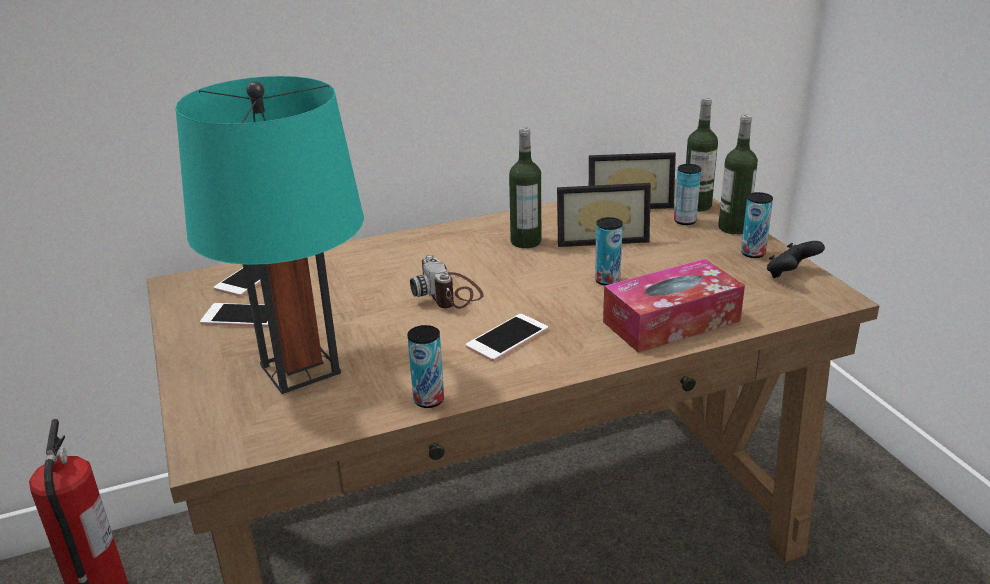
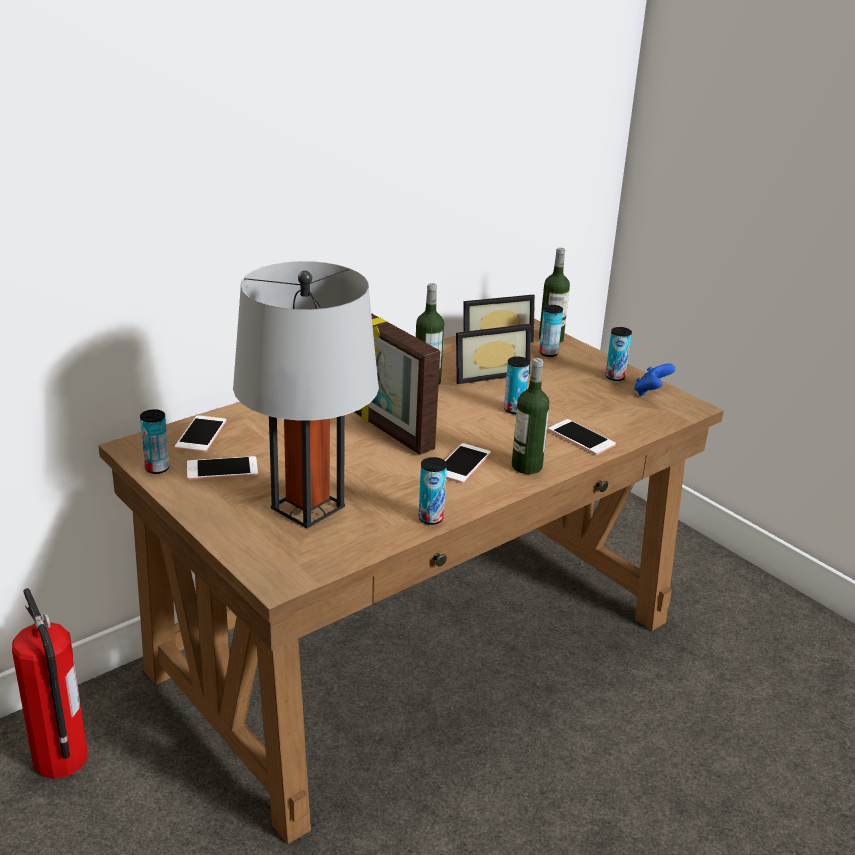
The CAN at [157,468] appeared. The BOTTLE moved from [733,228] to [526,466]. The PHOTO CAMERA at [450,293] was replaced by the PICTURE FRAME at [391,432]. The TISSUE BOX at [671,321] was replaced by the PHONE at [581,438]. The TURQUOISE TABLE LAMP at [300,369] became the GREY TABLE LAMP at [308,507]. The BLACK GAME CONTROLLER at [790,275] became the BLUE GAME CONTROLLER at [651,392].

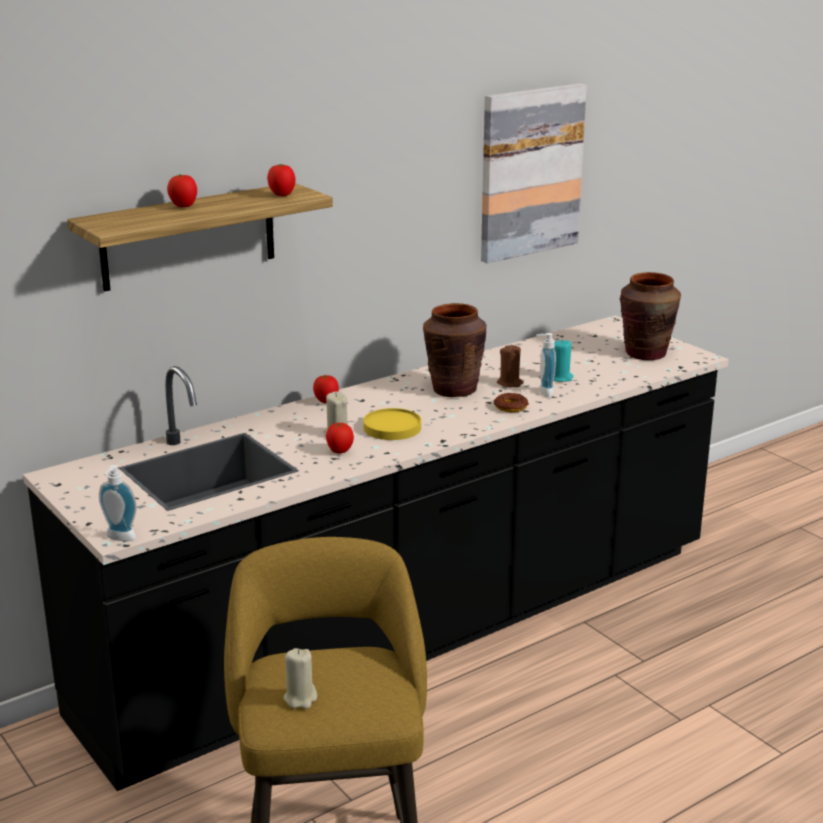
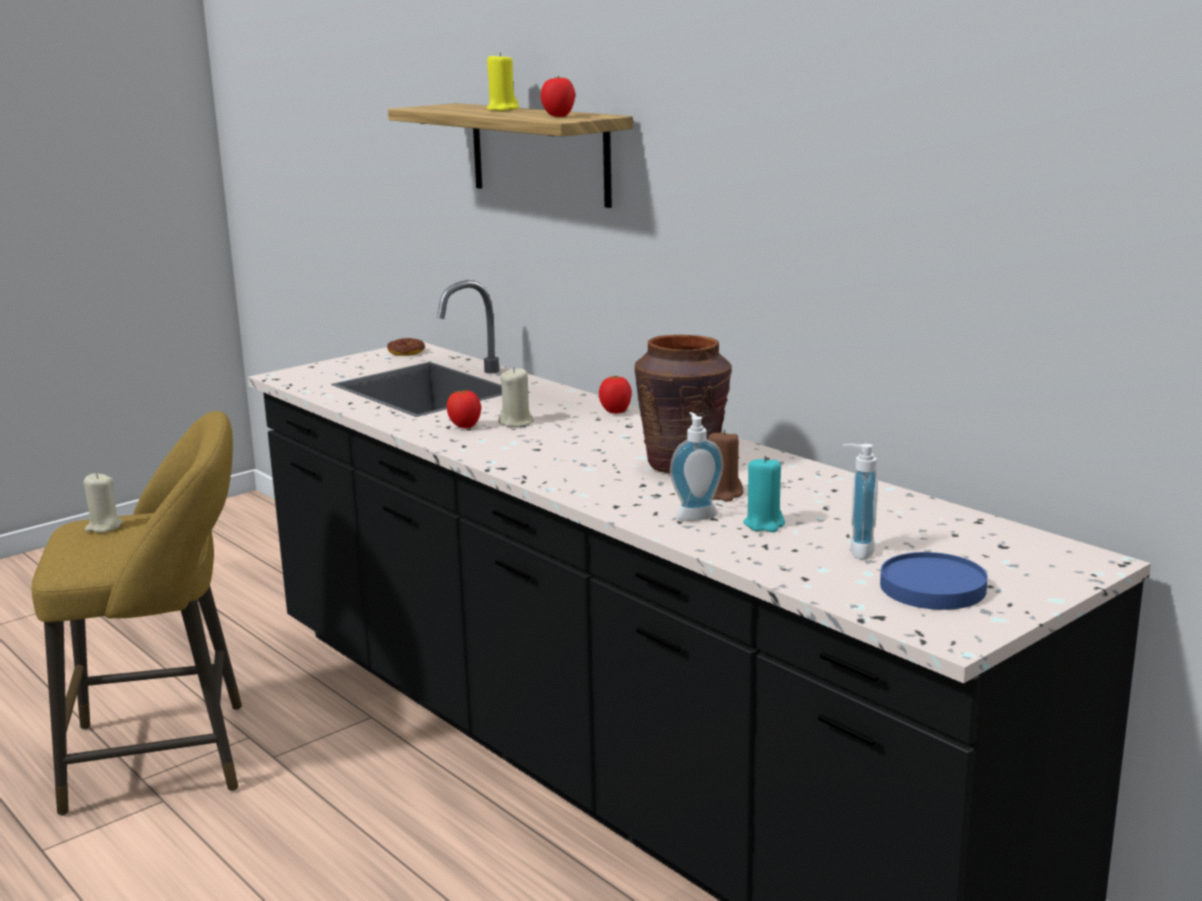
The YELLOW PLATE at [391,428] disappeared. The PICTURE at [530,172] disappeared. The SOAP DISPENSER moved from [119,538] to [856,550]. The DONUT moved from [511,407] to [406,352]. The TOMATO at [183,206] was replaced by the YELLOW CANDLE at [502,109]. The BROWN VASE at [645,353] was replaced by the BLUE PLATE at [933,587].

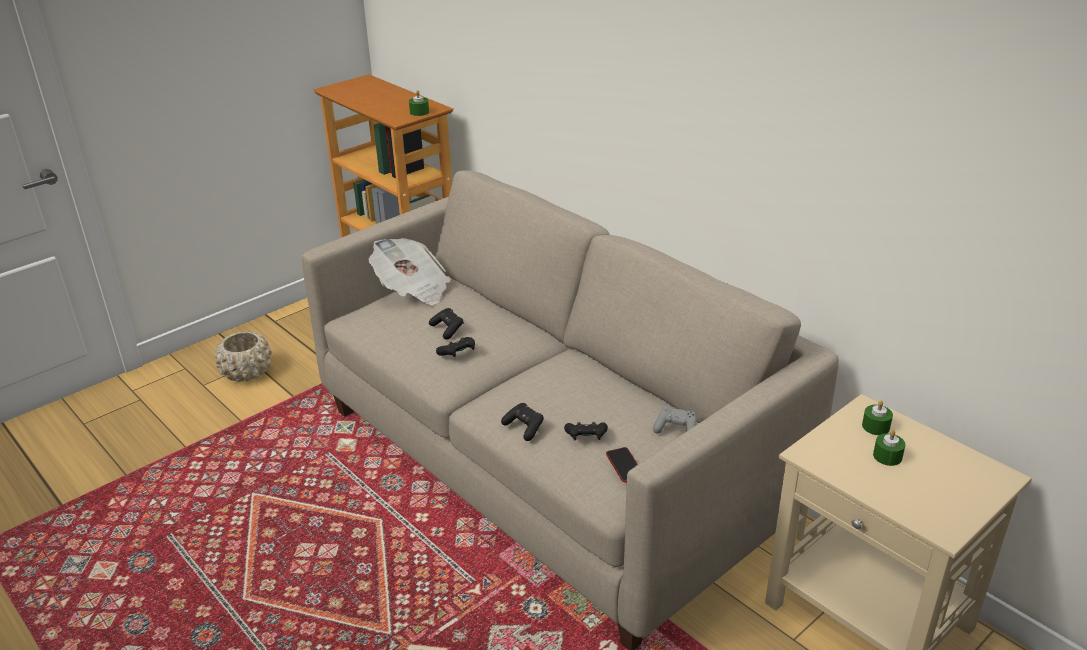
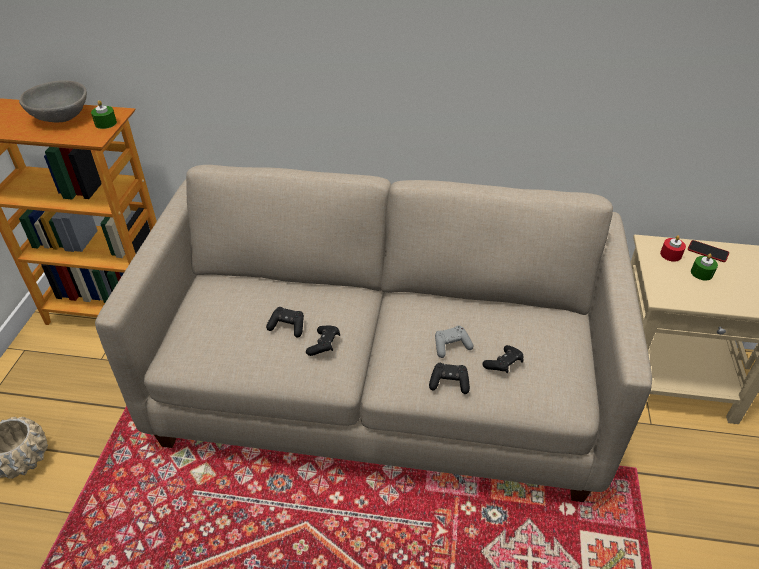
The NEWSPAPER at [412,289] disappeared. The GREY BOWL at [61,117] appeared. The PHONE moved from [624,465] to [707,251]. The GREY GAME CONTROLLER moved from [676,429] to [451,346]. The GREEN CANDLE at [875,426] became the RED CANDLE at [671,254].

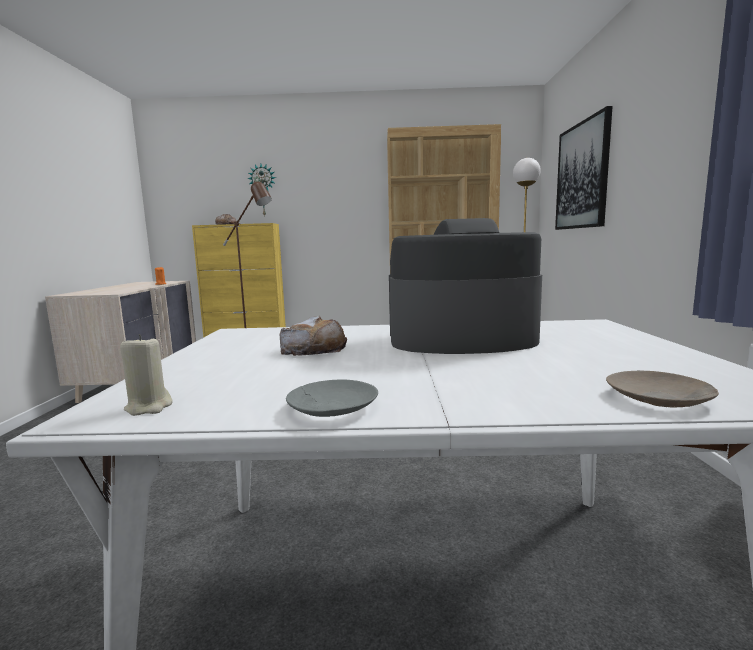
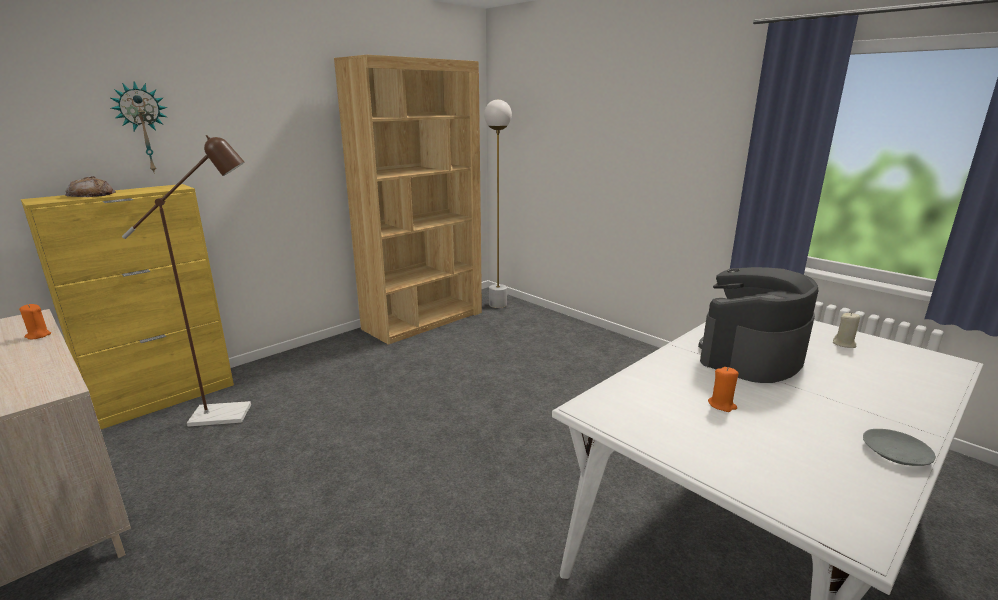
The PICTURE at [582,176] disappeared. The BEIGE PLATE at [659,398] disappeared. The BEIGE CANDLE moved from [149,407] to [844,344]. The BREAD at [314,349] was replaced by the ORANGE CANDLE at [722,405].

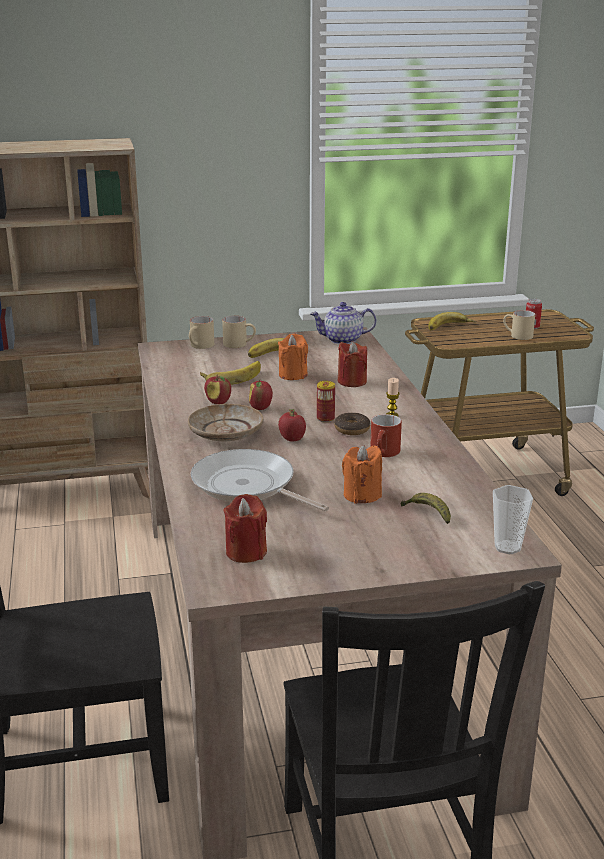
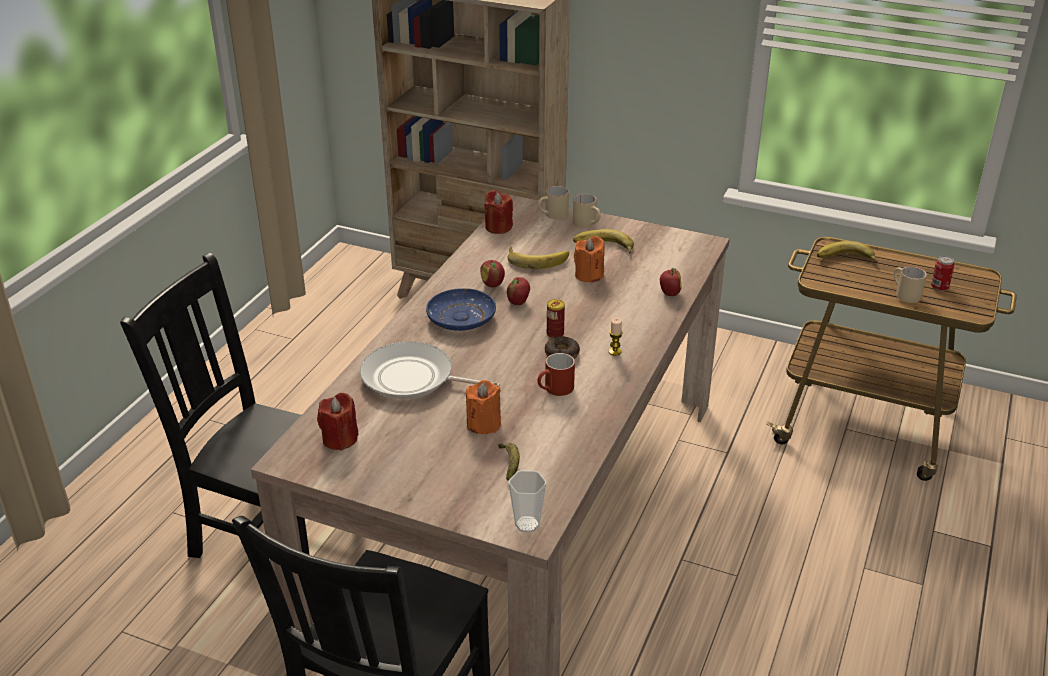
The TEAPOT at [342,340] disappeared. The APPLE moved from [291,440] to [669,294]. The RED CANDLE moved from [352,381] to [498,227]. The BEIGE PLATE at [225,432] became the BLUE PLATE at [461,318]. The FRYING PAN at [247,486] turned 60 degrees counterclockwise.

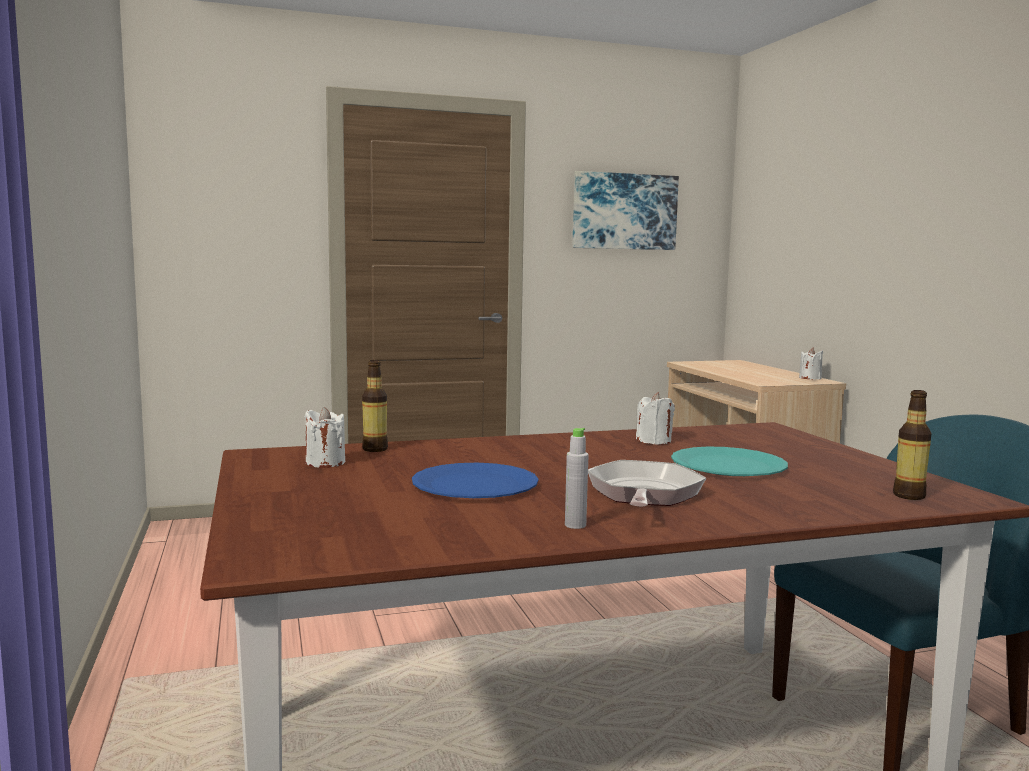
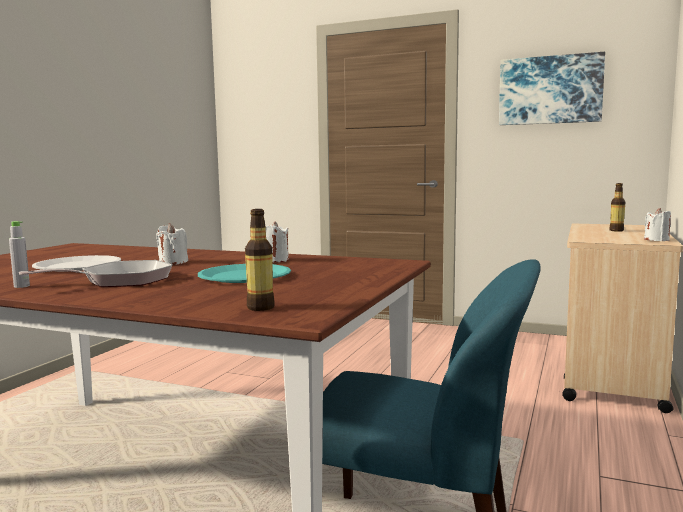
The WHITE CANDLE moved from [325,463] to [173,262]. The BOTTLE moved from [375,449] to [616,230]. The BLUE PLATE at [474,485] became the WHITE PLATE at [77,266].

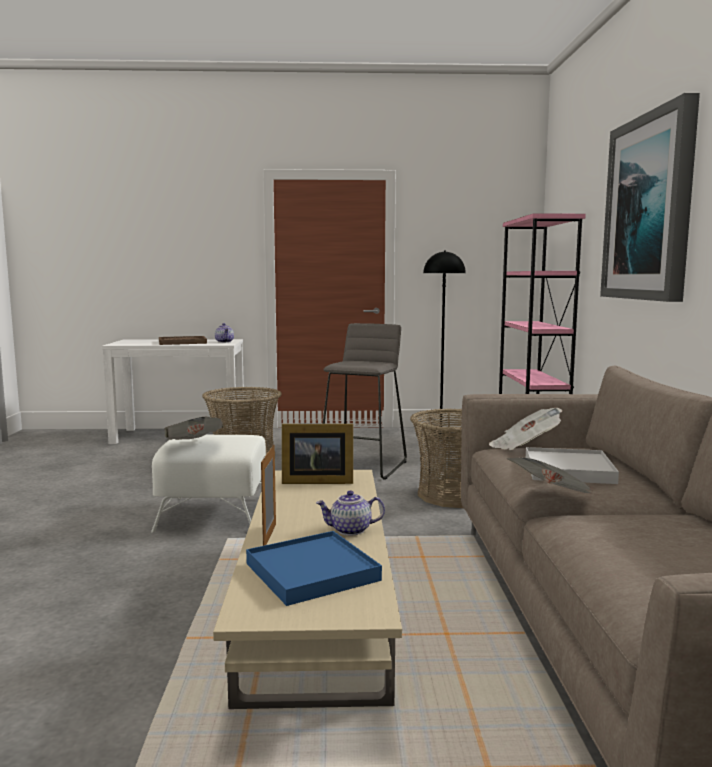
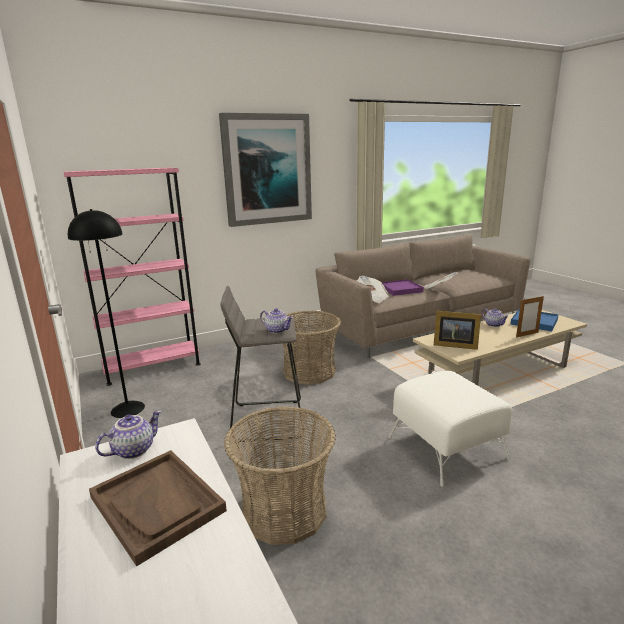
The NEWSPAPER at [194,445] disappeared. The TEAPOT at [277,330] appeared. The WHITE TRAY at [568,470] became the PURPLE TRAY at [400,289]. The PICTURE FRAME at [315,481] turned 135 degrees clockwise.

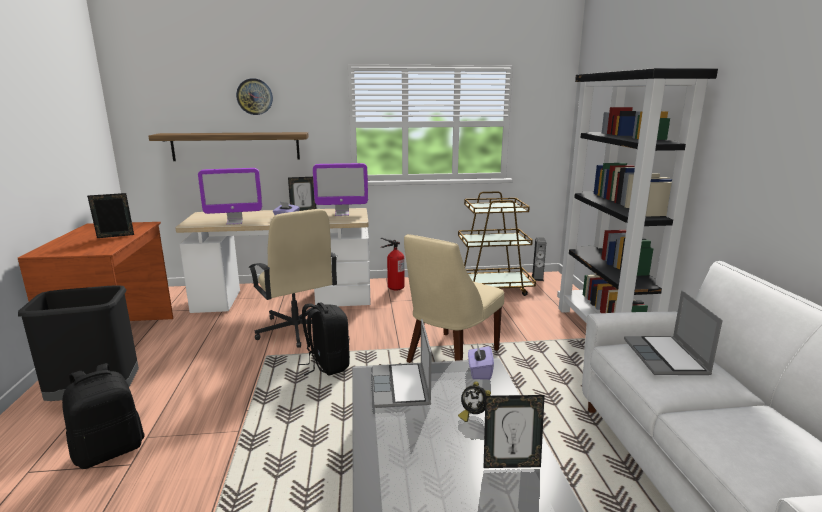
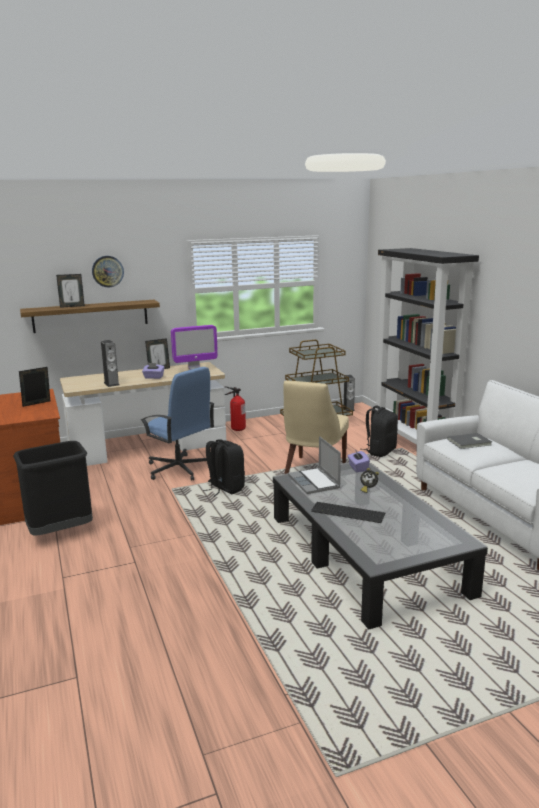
The KEYBOARD at [348,513] appeared. The BLACK BACKPACK moved from [110,450] to [380,451]. The PICTURE FRAME moved from [511,464] to [72,306]. The MONITOR at [234,222] was replaced by the SPEAKER at [111,384]. The LAPTOP at [666,358] was replaced by the GREY BOOK at [470,442]. The BEIGE OFFICE CHAIR at [296,330] became the BLUE OFFICE CHAIR at [179,469].

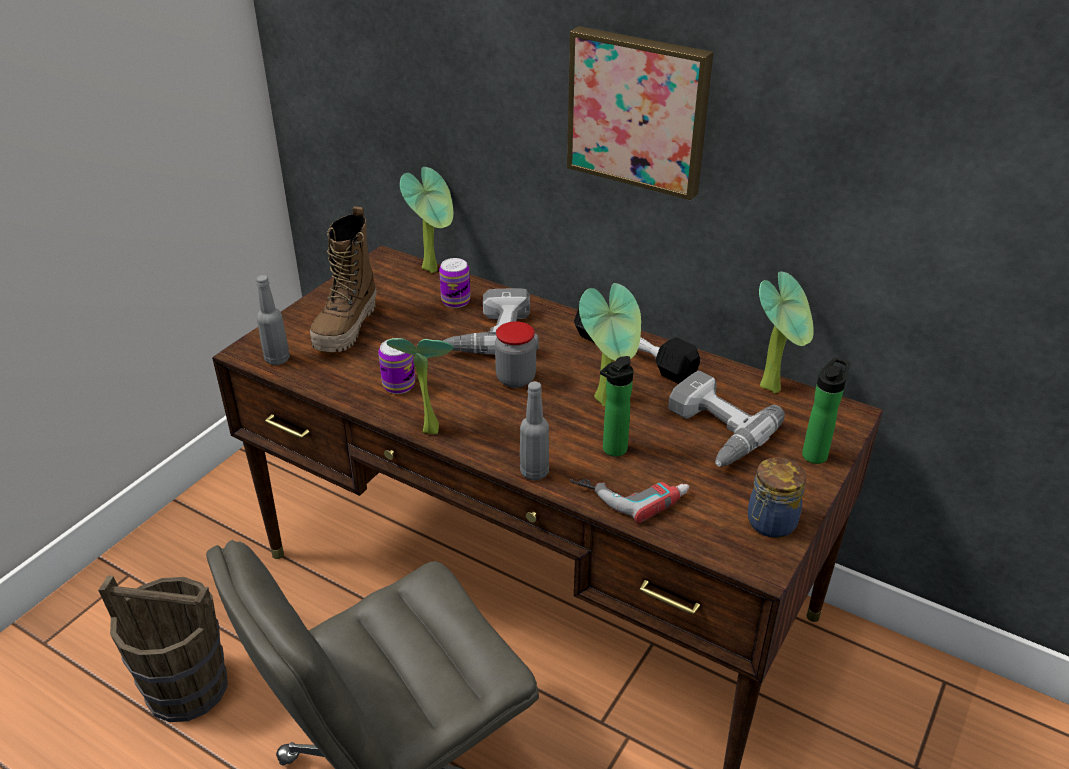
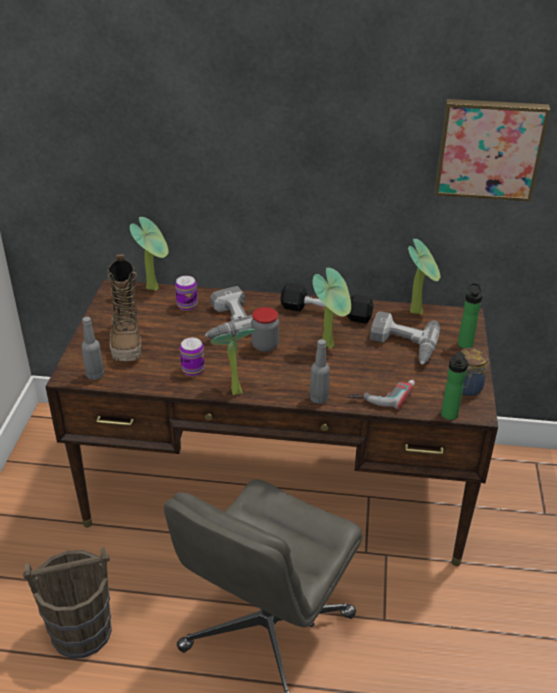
The PICTURE moved from [639,110] to [489,149]. The BOTTLE moved from [612,451] to [449,416].

